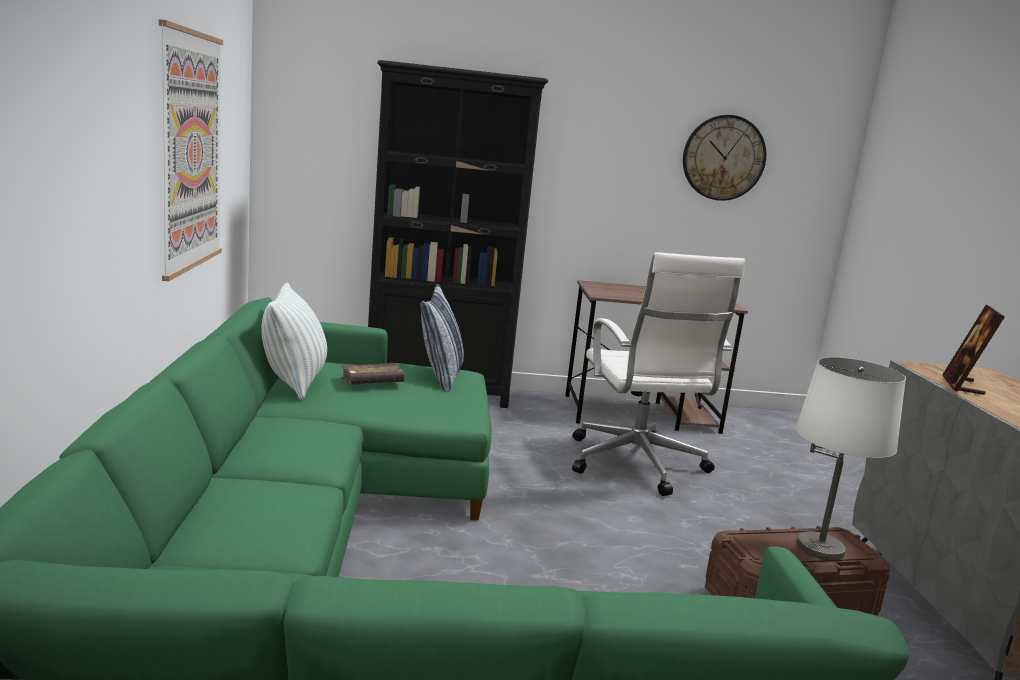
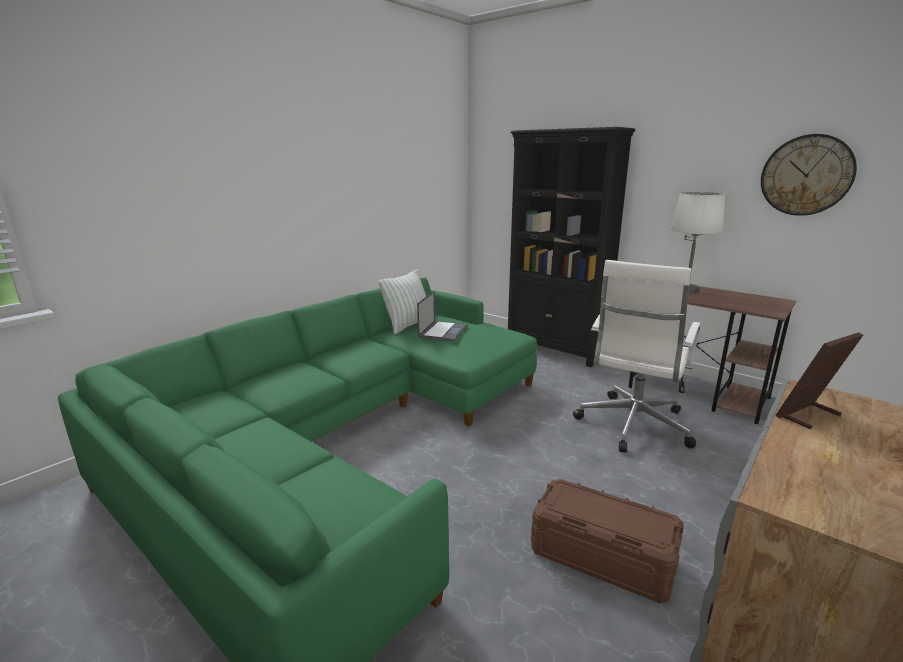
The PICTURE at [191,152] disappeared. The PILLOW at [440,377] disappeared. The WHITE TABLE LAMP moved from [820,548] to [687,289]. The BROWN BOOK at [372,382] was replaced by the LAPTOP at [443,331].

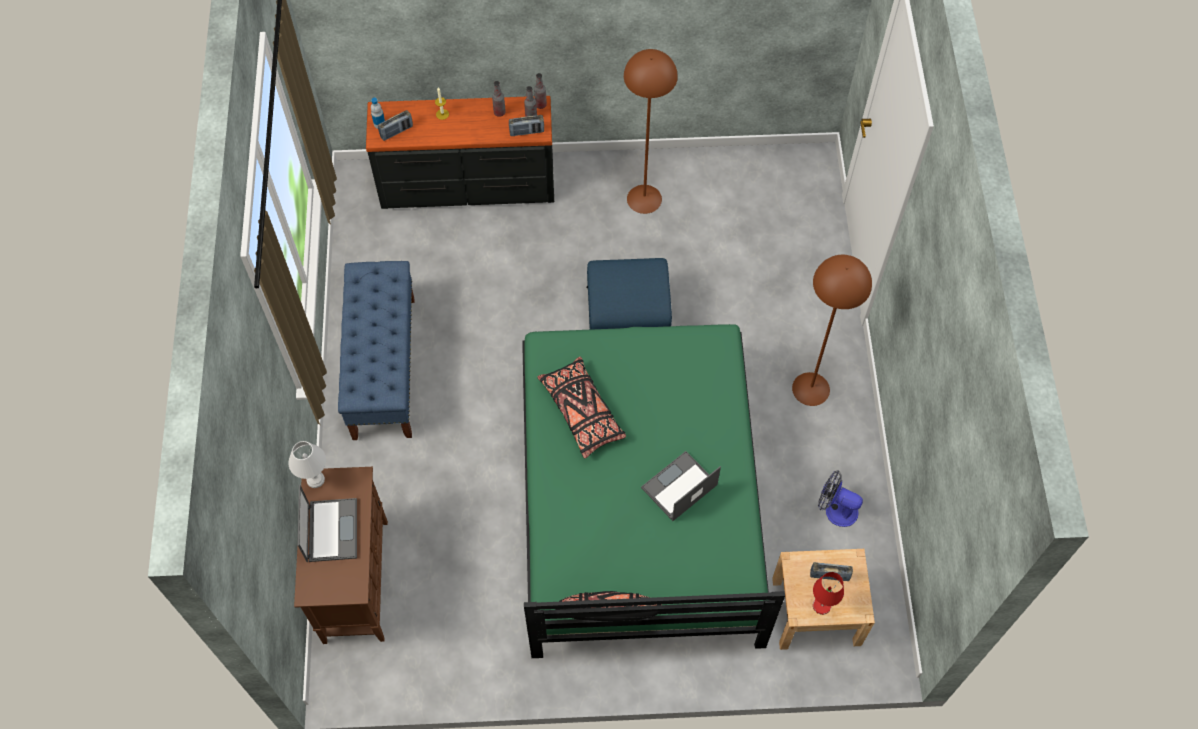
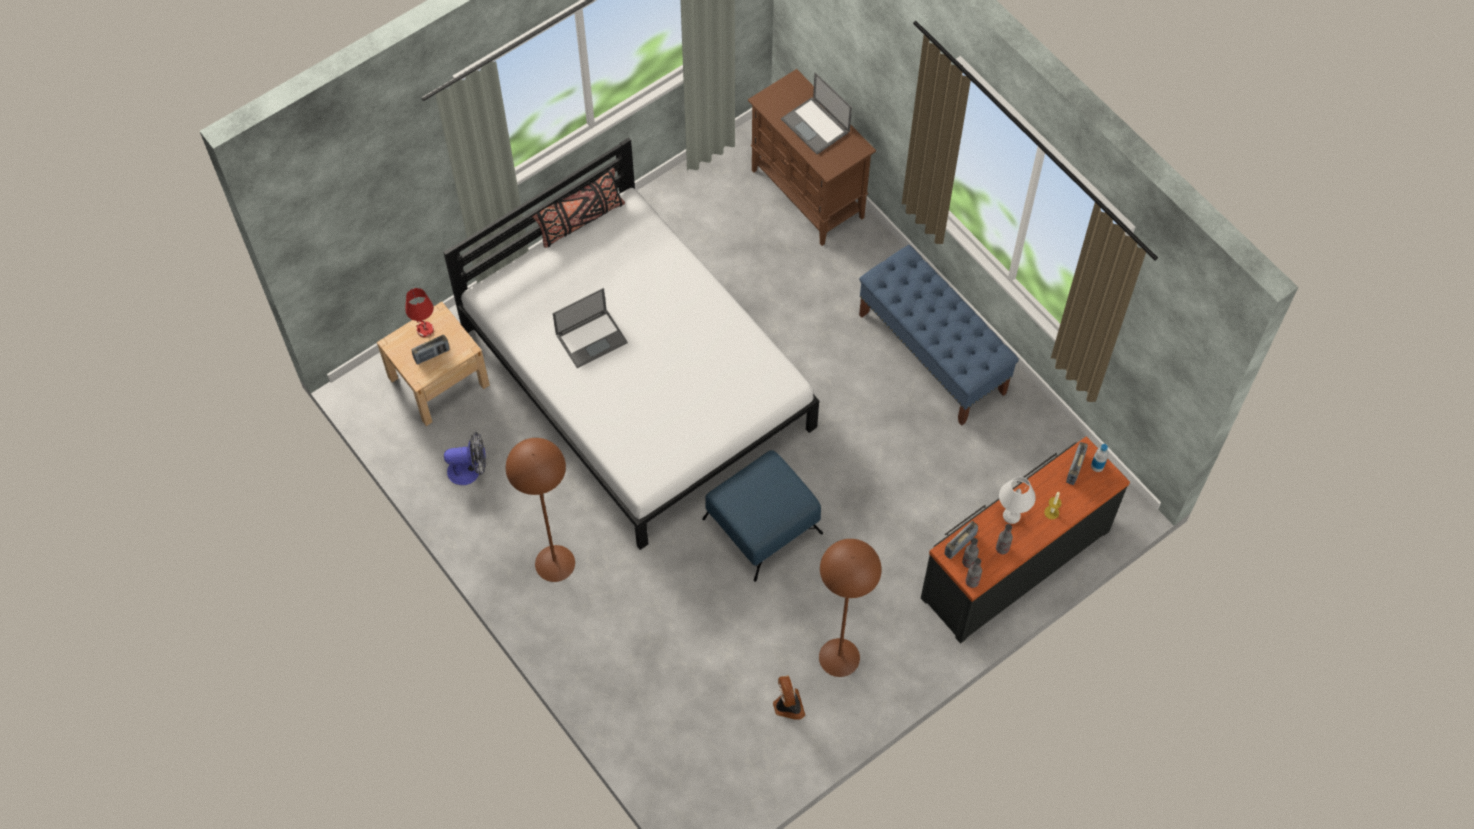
The BLACK PILLOW at [582,412] disappeared. The FAN at [787,705] appeared. The WHITE TABLE LAMP moved from [314,479] to [1012,515]. The GREEN BED at [638,500] became the WHITE BED at [638,378]. The LAPTOP at [679,487] turned 45 degrees clockwise.

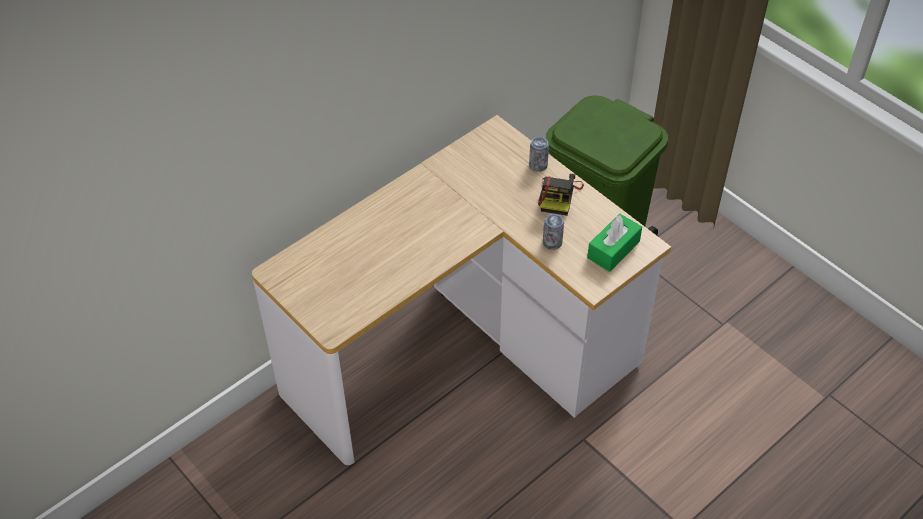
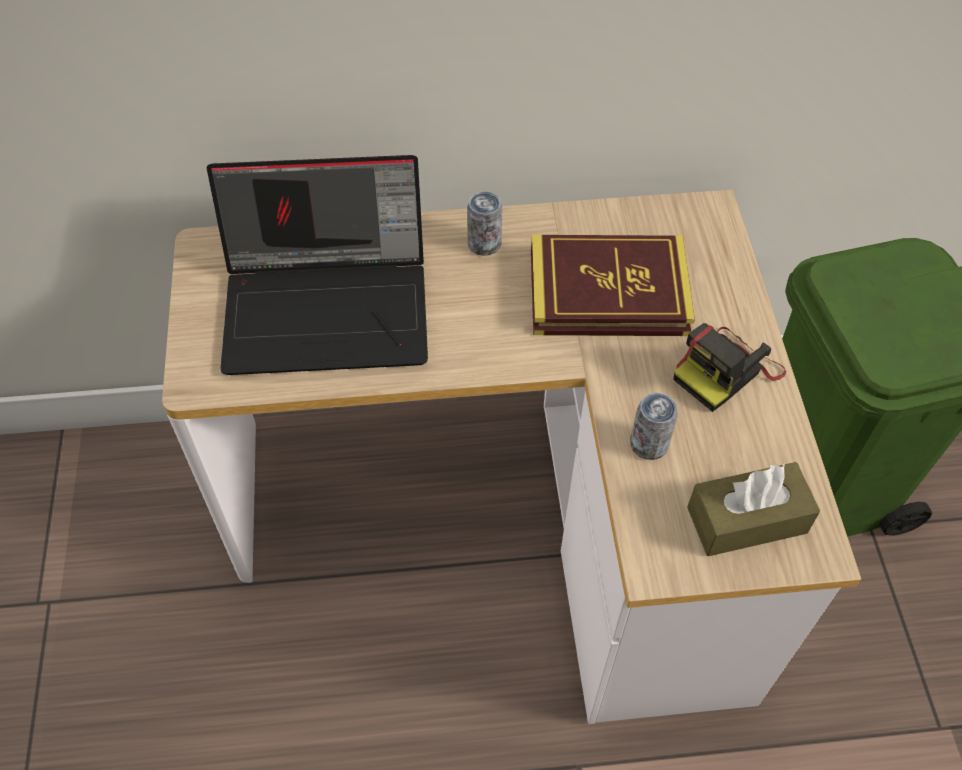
The LAPTOP at [330,306] appeared. The BOOK at [608,293] appeared. The CAN moved from [538,165] to [484,244]. The GREEN TISSUE BOX at [613,249] became the BROWN TISSUE BOX at [747,520].

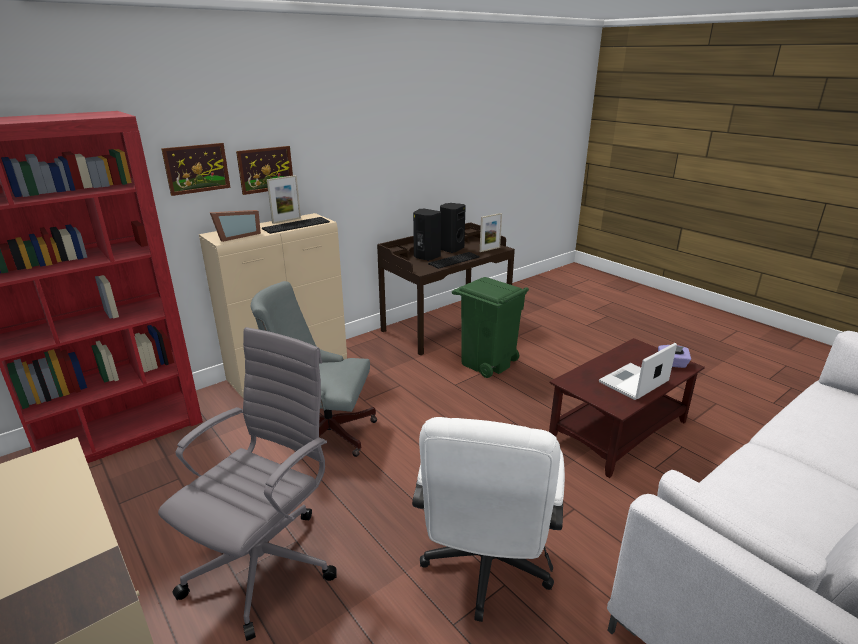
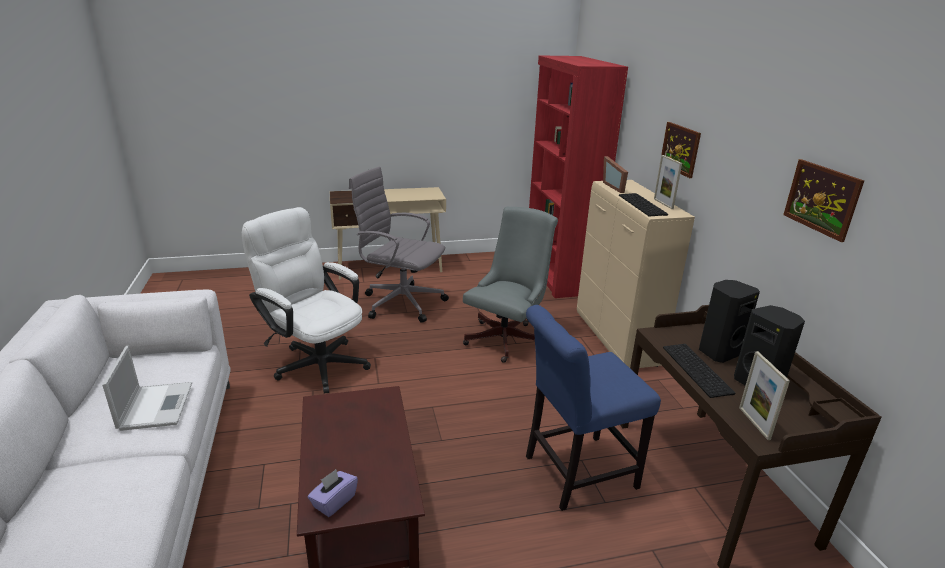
The PICTURE moved from [197,168] to [822,199]. The LAPTOP moved from [633,382] to [156,405]. The GREEN TRASH CAN at [486,363] was replaced by the BLUE CHAIR at [575,473]. The GREY OFFICE CHAIR at [265,562] turned 150 degrees clockwise.

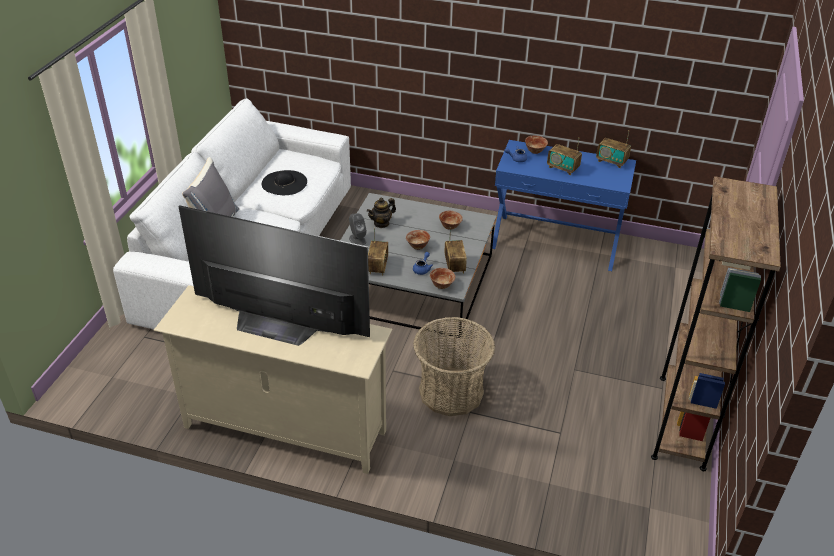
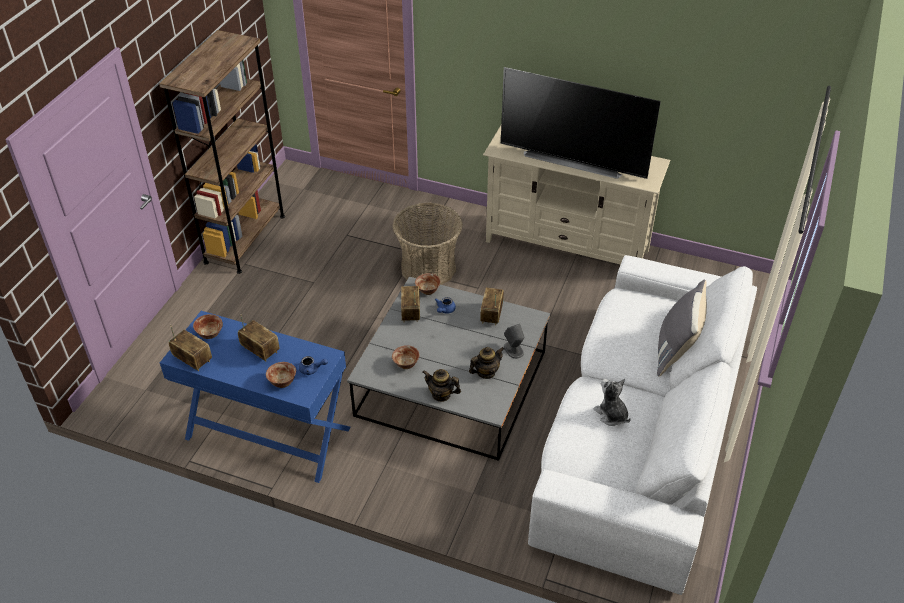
The TEAPOT at [441,394] appeared. The BOWL moved from [417,246] to [210,334]. The BLACK HAT at [284,183] was replaced by the PLUSH TOY at [611,415].

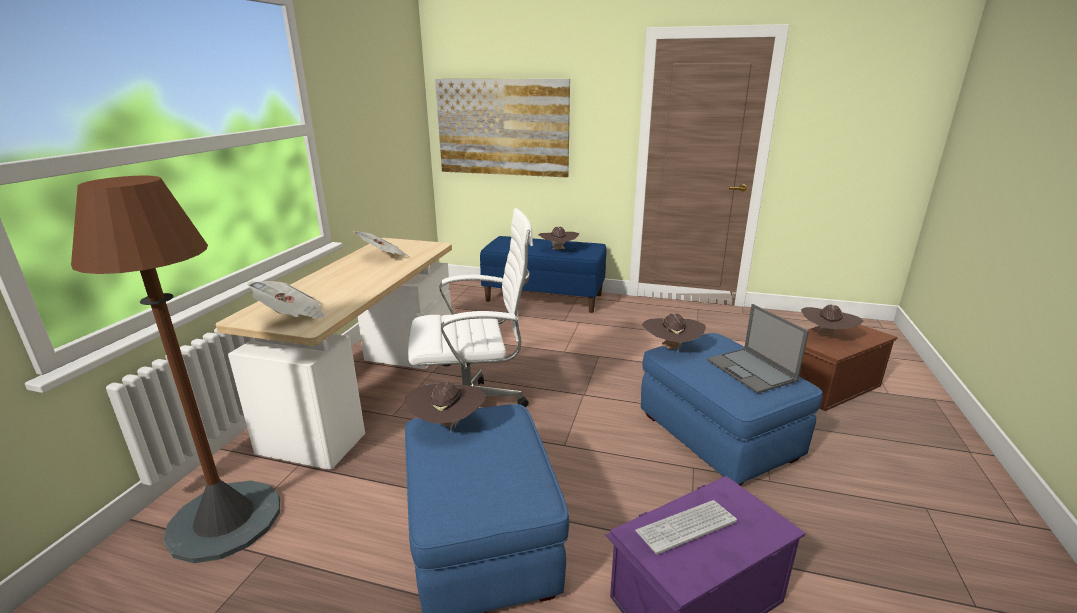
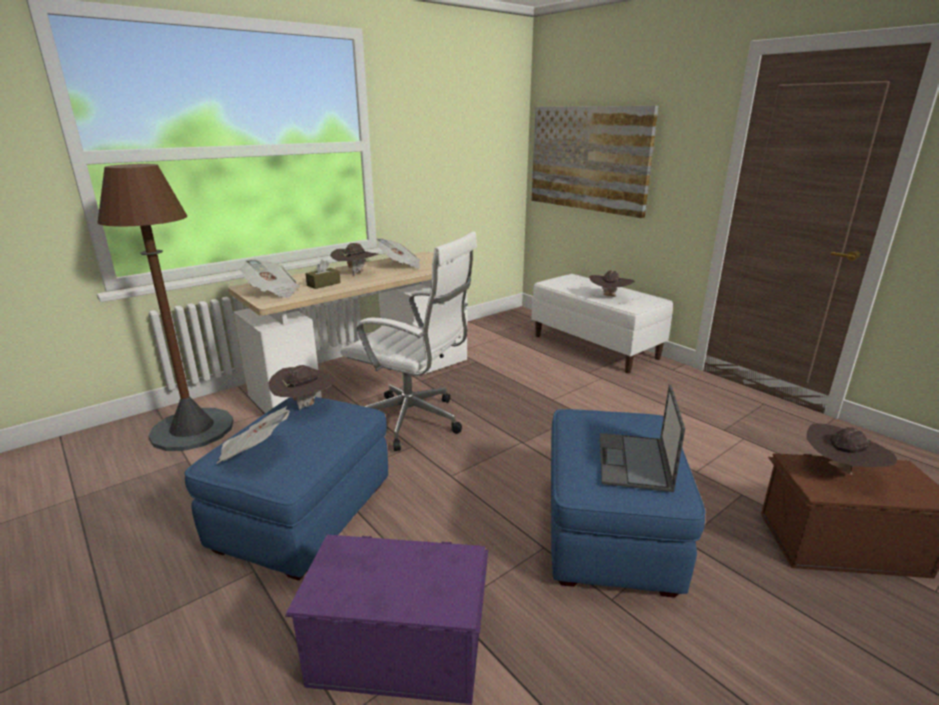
The KEYBOARD at [686,527] disappeared. The NEWSPAPER at [255,451] appeared. The BROWN TISSUE BOX at [323,284] appeared. The BROWN HAT moved from [671,348] to [356,273]. The BLUE BENCH at [544,297] became the WHITE BENCH at [595,347].

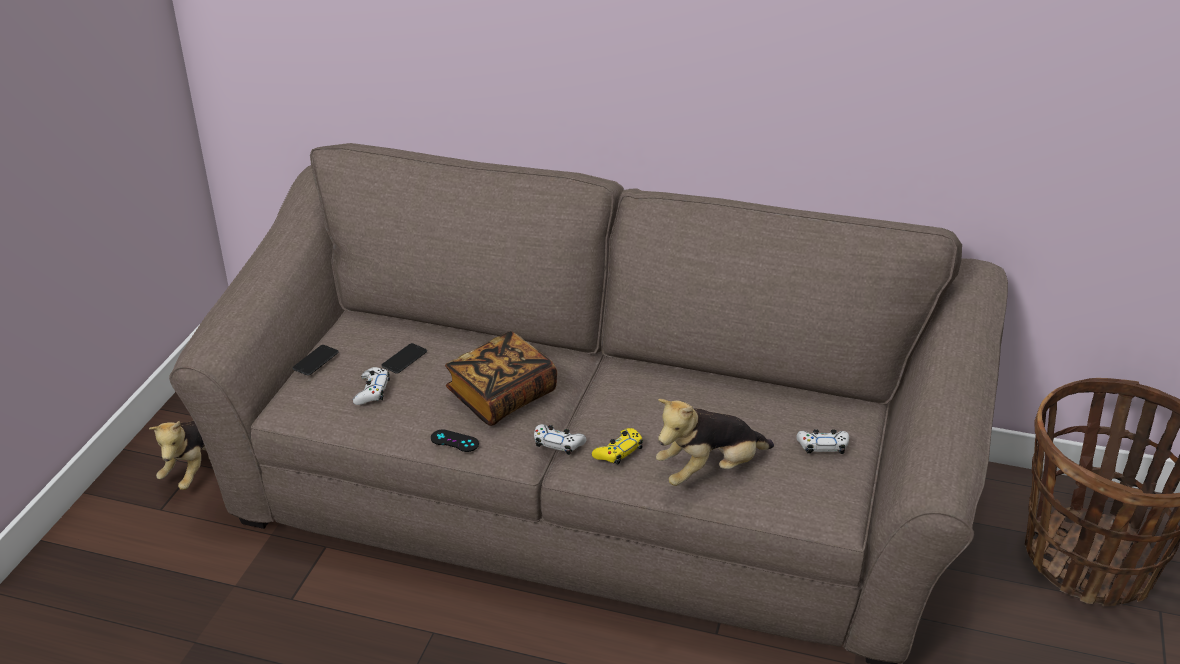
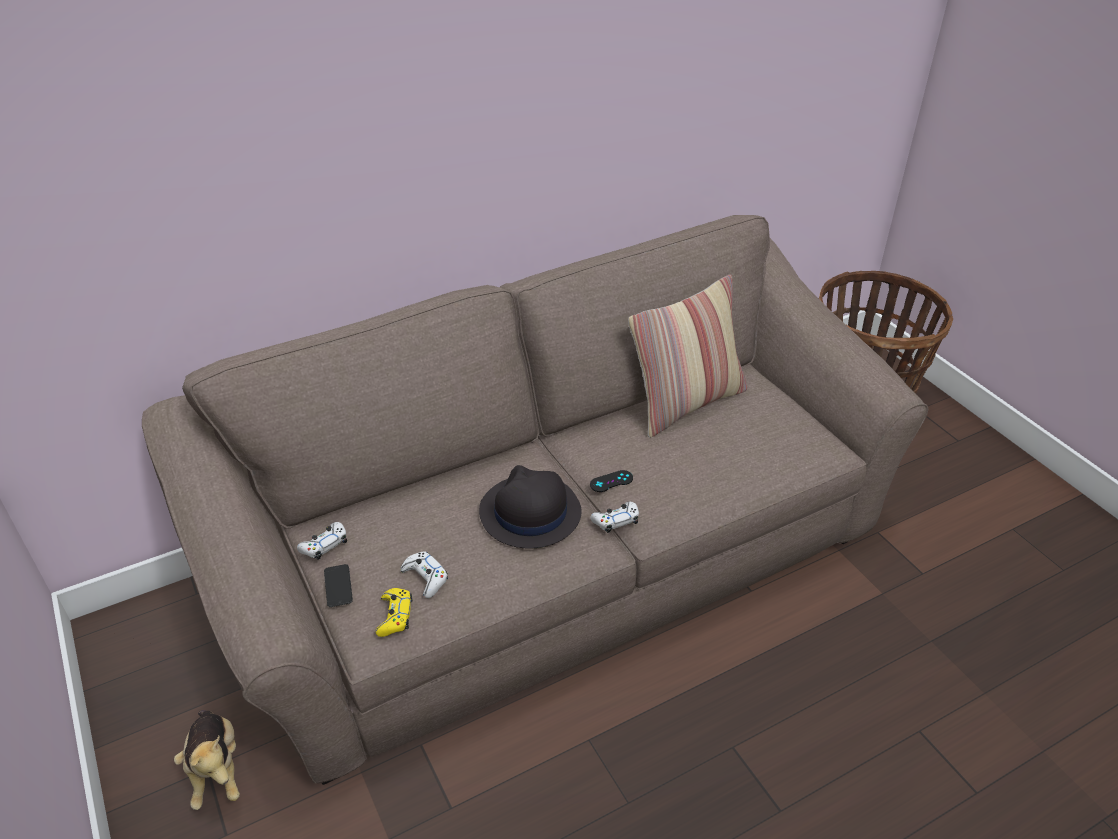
The PHONE at [404,359] disappeared. The PLUSH TOY at [709,471] disappeared. The PILLOW at [686,403] appeared. The BLACK GAME CONTROLLER moved from [454,441] to [611,481]. The YELLOW GAME CONTROLLER moved from [618,451] to [395,616]. The WHITE GAME CONTROLLER moved from [822,446] to [324,545]. The BOOK at [502,396] was replaced by the BLACK HAT at [529,512].

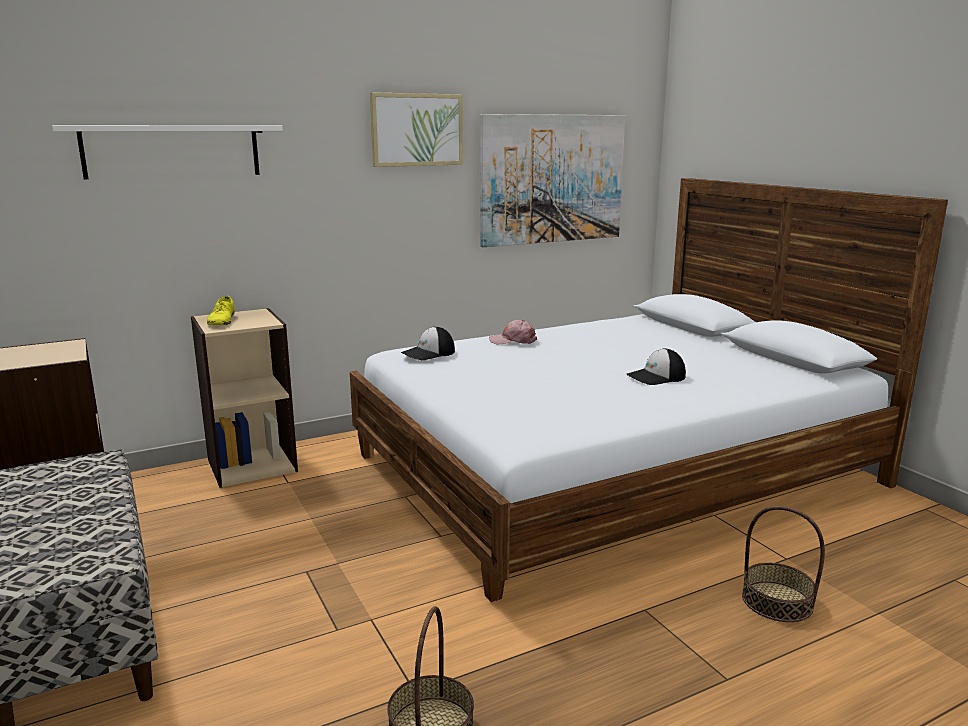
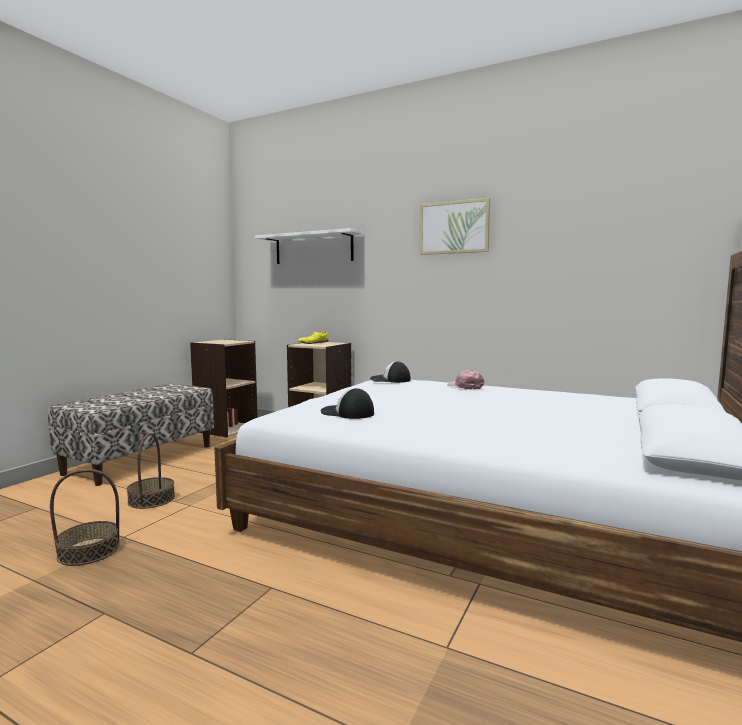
The PICTURE at [552,179] disappeared. The CAP moved from [656,377] to [347,413]. The BASKET moved from [776,601] to [151,499].

